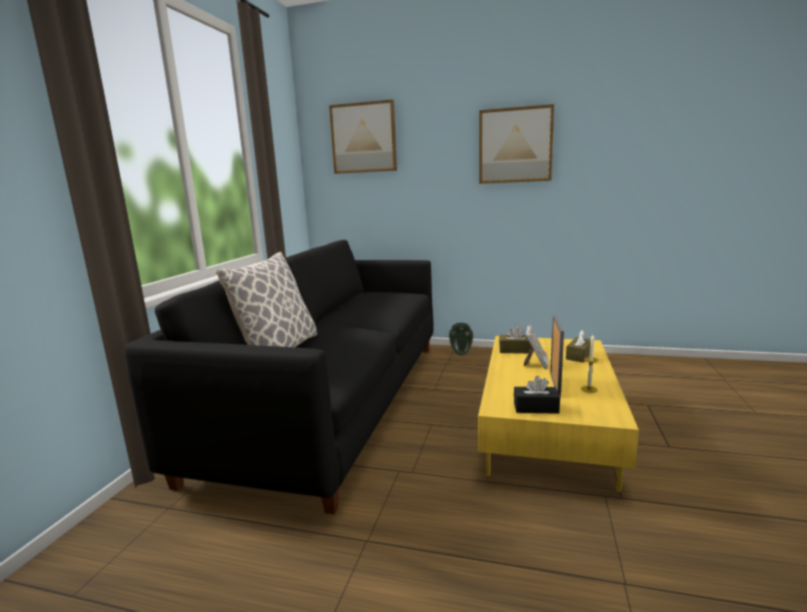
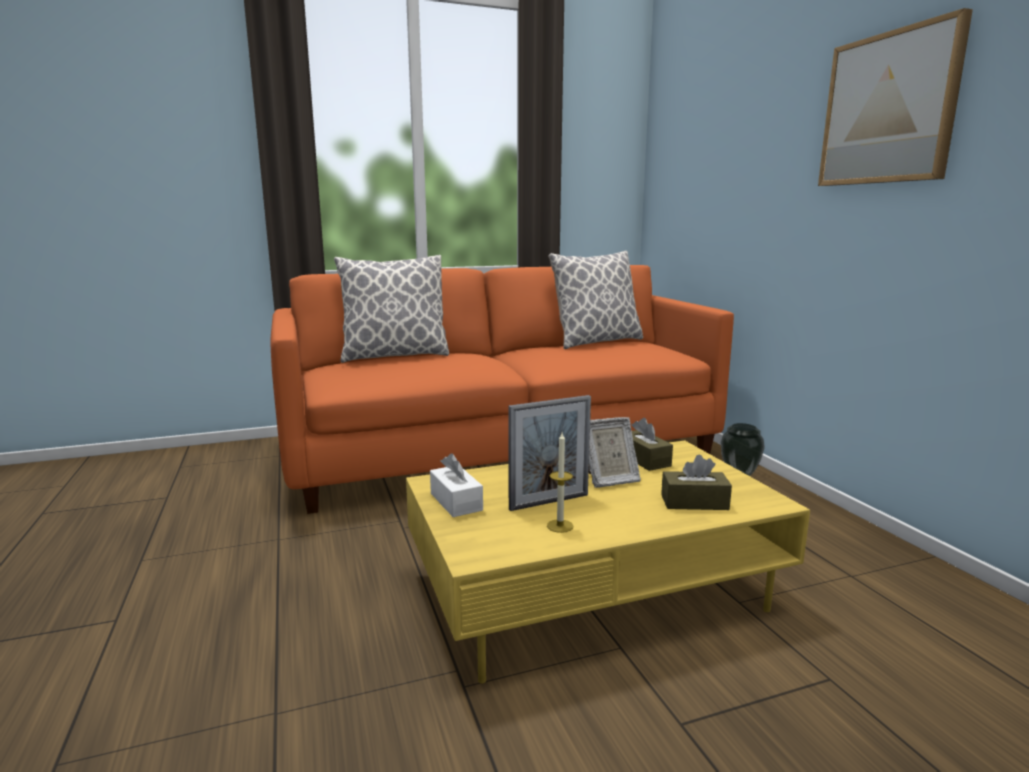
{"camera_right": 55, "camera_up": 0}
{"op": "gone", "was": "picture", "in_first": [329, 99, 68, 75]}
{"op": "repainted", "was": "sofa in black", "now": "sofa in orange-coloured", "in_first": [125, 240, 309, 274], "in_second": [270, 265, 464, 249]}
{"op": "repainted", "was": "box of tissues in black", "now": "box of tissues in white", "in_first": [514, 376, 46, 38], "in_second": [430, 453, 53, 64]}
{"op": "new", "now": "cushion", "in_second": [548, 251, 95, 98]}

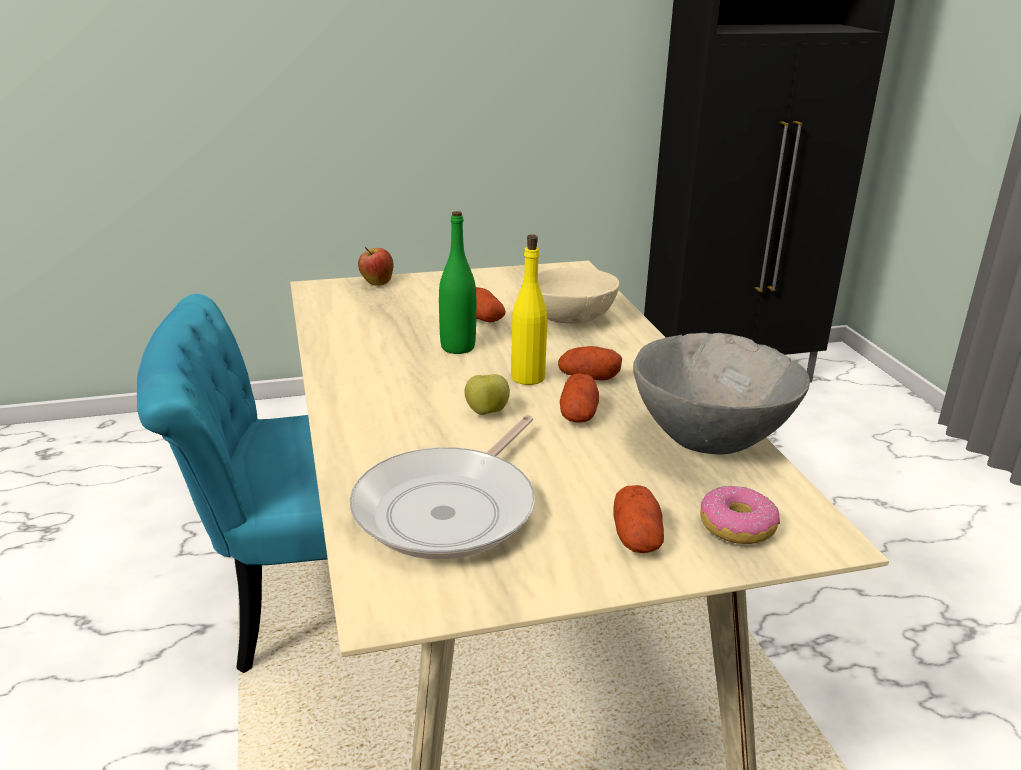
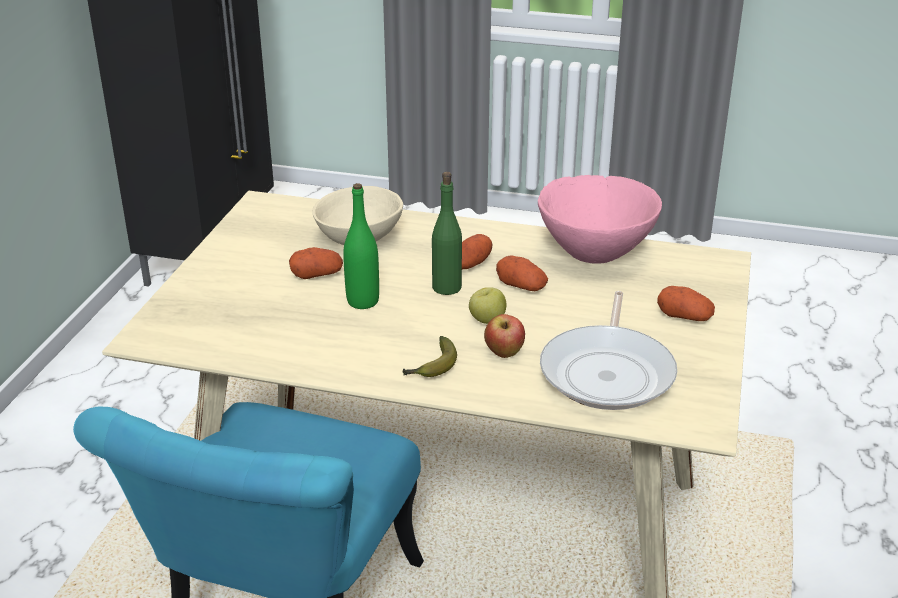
{"camera_right": -60, "camera_up": 5}
{"op": "repainted", "was": "drink bottle in yellow", "now": "drink bottle in greenish", "in_first": [511, 234, 36, 151], "in_second": [432, 172, 30, 123]}
{"op": "shifted", "was": "whole apple", "in_first": [358, 247, 36, 39], "in_second": [484, 314, 41, 44]}
{"op": "repainted", "was": "serving bowl in grey", "now": "serving bowl in pink-coloured", "in_first": [633, 333, 177, 122], "in_second": [538, 175, 124, 89]}
{"op": "rotated", "was": "pan", "in_first": [349, 415, 186, 145], "in_second": [540, 291, 137, 119], "clockwise": 45}
{"op": "gone", "was": "donut", "in_first": [700, 485, 80, 59]}
{"op": "new", "now": "whole banana", "in_second": [403, 336, 54, 41]}

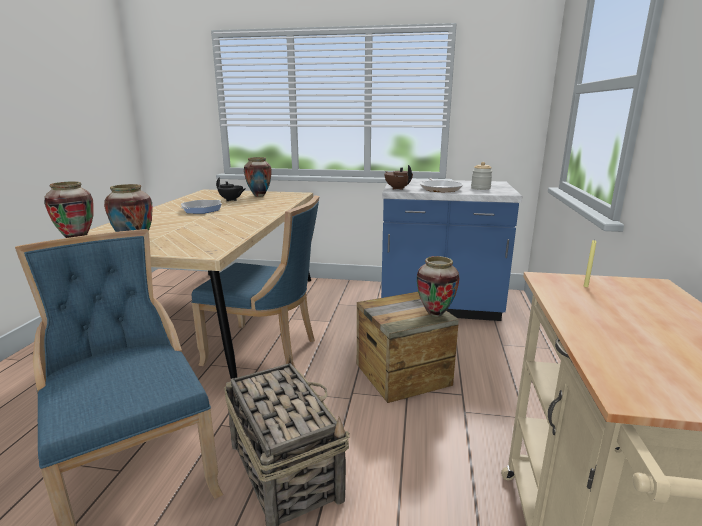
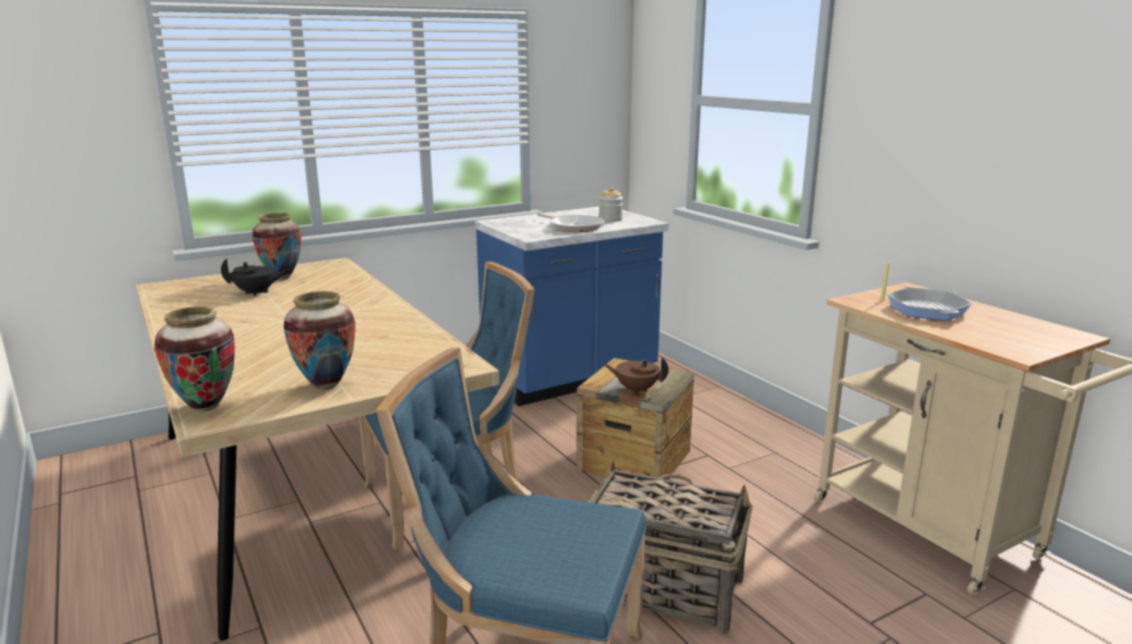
{"camera_right": -40, "camera_up": 0}
{"op": "shifted", "was": "pot for tea in brown", "in_first": [384, 165, 29, 25], "in_second": [605, 357, 64, 37]}
{"op": "shifted", "was": "pan", "in_first": [181, 200, 41, 13], "in_second": [887, 287, 85, 34]}
{"op": "gone", "was": "flower vase", "in_first": [417, 256, 42, 61]}

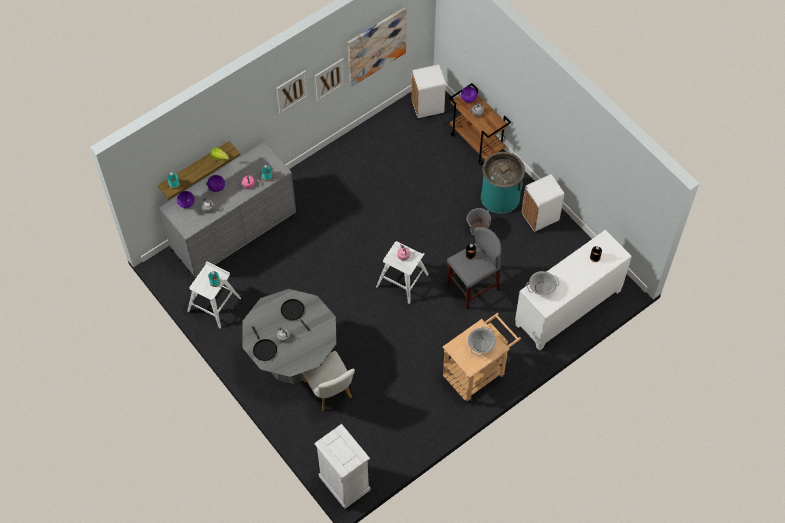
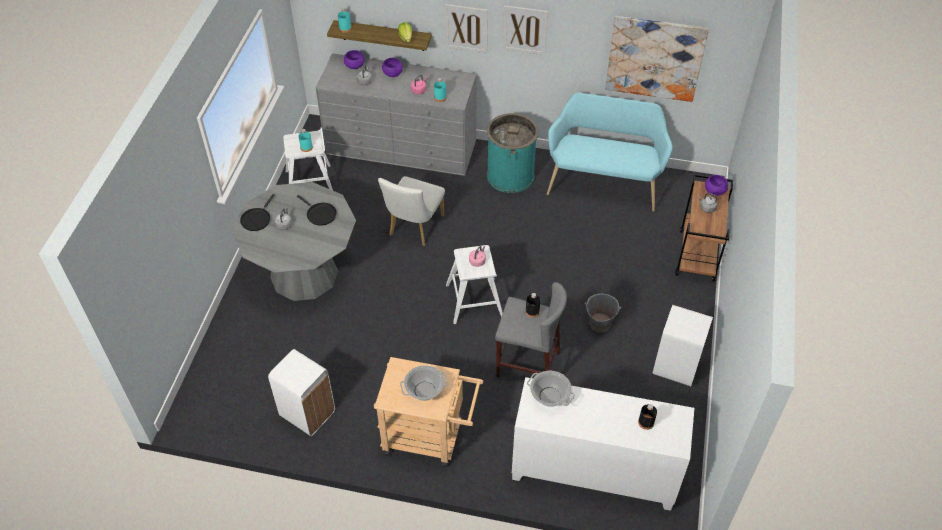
{"camera_right": 50, "camera_up": -10}
{"op": "shifted", "was": "picture", "in_first": [315, 58, 30, 43], "in_second": [445, 4, 43, 49]}
{"op": "shifted", "was": "rubbish bin in white", "in_first": [411, 64, 35, 54], "in_second": [268, 349, 67, 87]}
{"op": "shifted", "was": "rubbish bin in turquoise-coloured", "in_first": [481, 152, 44, 62], "in_second": [487, 113, 52, 80]}
{"op": "rotated", "was": "pan in black", "in_first": [281, 299, 29, 32], "in_second": [297, 195, 40, 31], "clockwise": 120}
{"op": "shifted", "was": "chair in white", "in_first": [303, 351, 52, 60], "in_second": [378, 176, 67, 70]}
{"op": "gone", "was": "chest of drawers in white", "in_first": [314, 424, 56, 85]}
{"op": "new", "now": "indoor bench in turquoise-coloured", "in_second": [547, 93, 126, 119]}

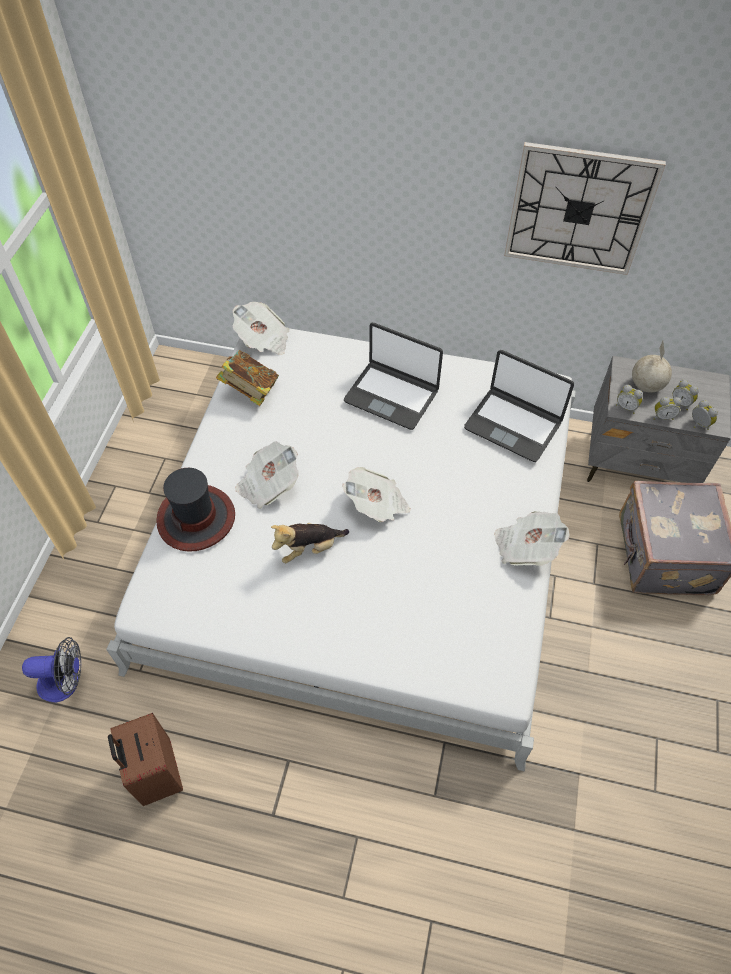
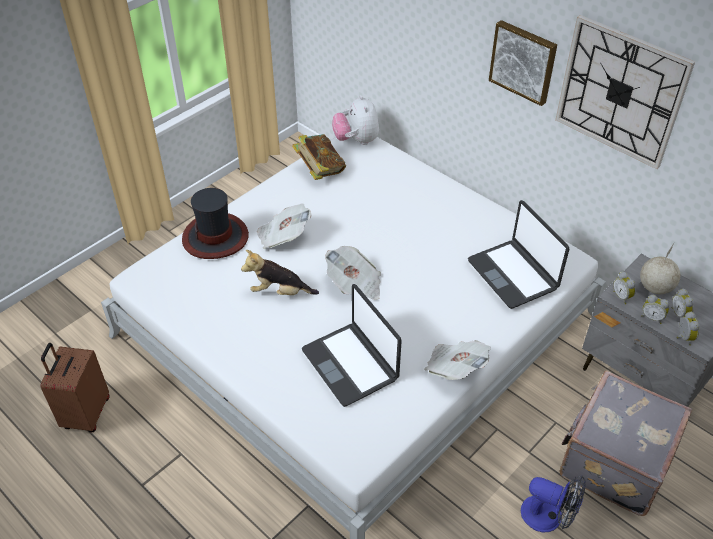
{"camera_right": 30, "camera_up": -10}
{"op": "swapped", "was": "printed paper", "now": "soft toy", "in_first": [232, 302, 57, 53], "in_second": [332, 95, 47, 50]}
{"op": "shifted", "was": "laptop", "in_first": [344, 323, 99, 107], "in_second": [302, 284, 100, 123]}
{"op": "shifted", "was": "fan", "in_first": [22, 637, 59, 66], "in_second": [521, 476, 65, 56]}
{"op": "new", "now": "picture", "in_second": [489, 20, 68, 86]}

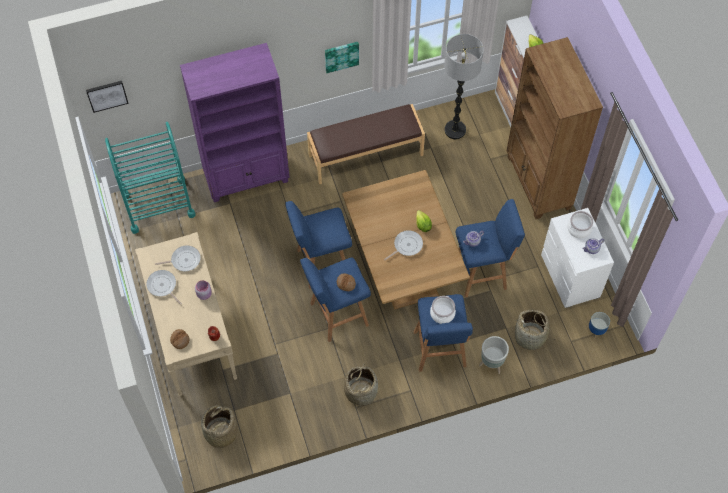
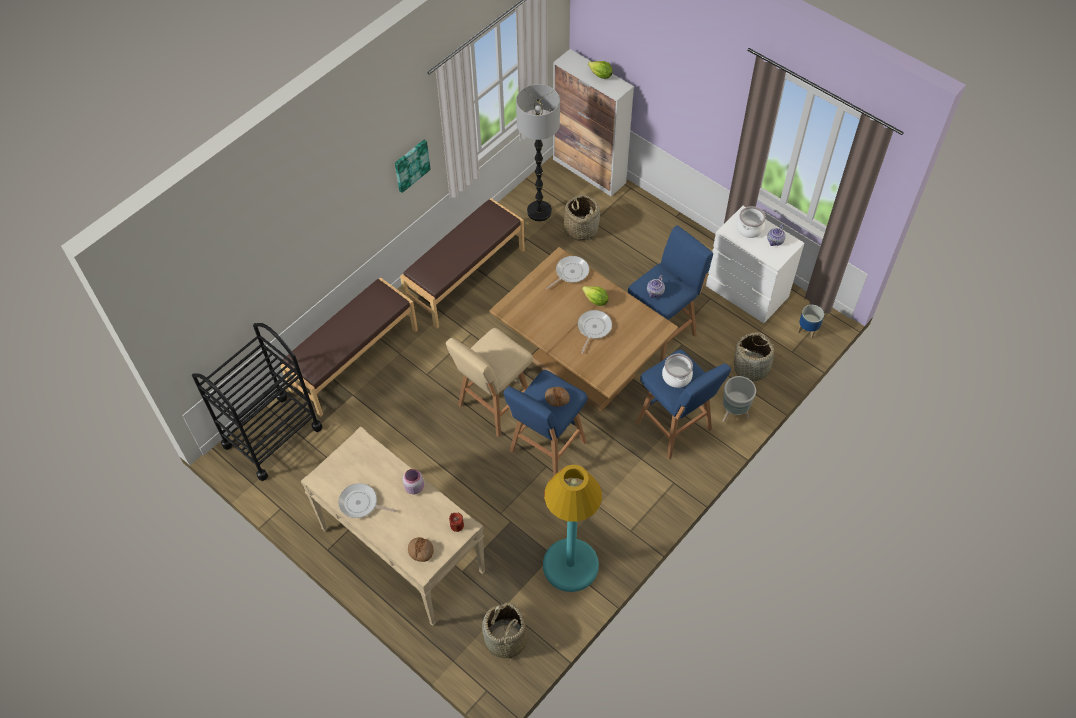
{"camera_right": -30, "camera_up": -5}
{"op": "gone", "was": "bookcase in brown", "in_first": [506, 37, 97, 182]}
{"op": "swapped", "was": "bookcase in purple", "now": "indoor bench in brown", "in_first": [180, 43, 110, 159], "in_second": [280, 277, 138, 139]}
{"op": "gone", "was": "picture", "in_first": [86, 81, 43, 32]}
{"op": "repainted", "was": "trolley in turquoise-coloured", "now": "trolley in black", "in_first": [105, 122, 90, 112], "in_second": [192, 323, 131, 158]}
{"op": "repainted", "was": "sitting stool in bluish", "now": "sitting stool in beige-coloured", "in_first": [285, 201, 67, 88], "in_second": [446, 328, 87, 109]}
{"op": "shifted", "was": "pan", "in_first": [155, 246, 46, 25], "in_second": [546, 256, 43, 33]}
{"op": "shifted", "was": "storage basket", "in_first": [344, 363, 34, 46], "in_second": [563, 194, 37, 47]}
{"op": "new", "now": "standard lamp in turquoise-coloured", "in_second": [543, 465, 59, 127]}

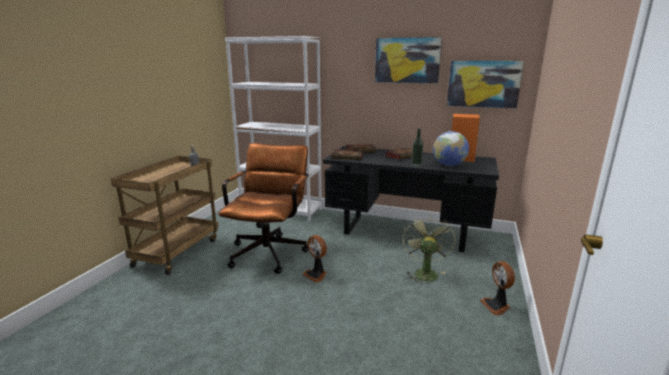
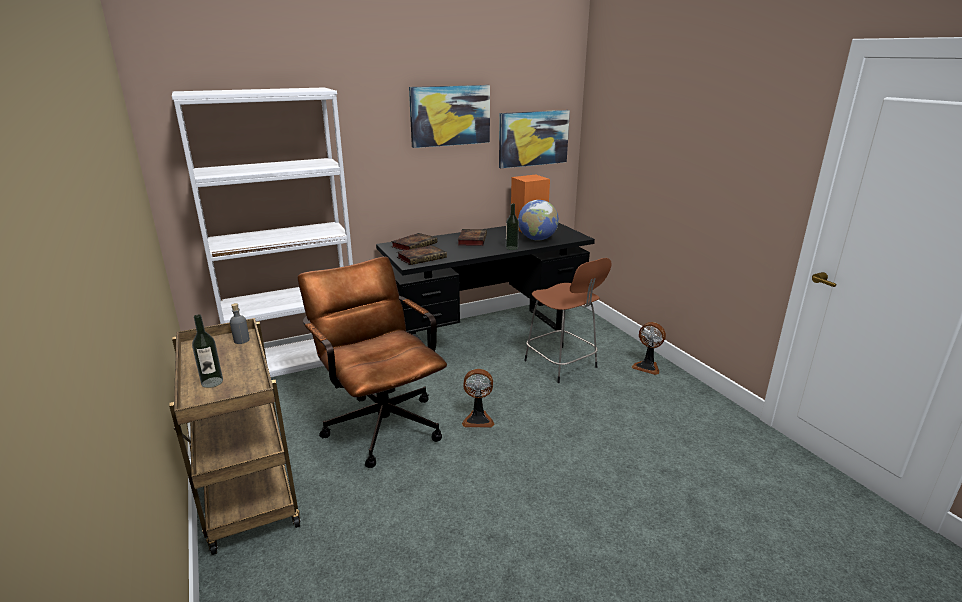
{"camera_right": -45, "camera_up": 5}
{"op": "swapped", "was": "fan in greenish", "now": "sitting stool in brown", "in_first": [402, 215, 53, 70], "in_second": [524, 258, 88, 125]}
{"op": "new", "now": "drink bottle", "in_second": [192, 314, 31, 74]}

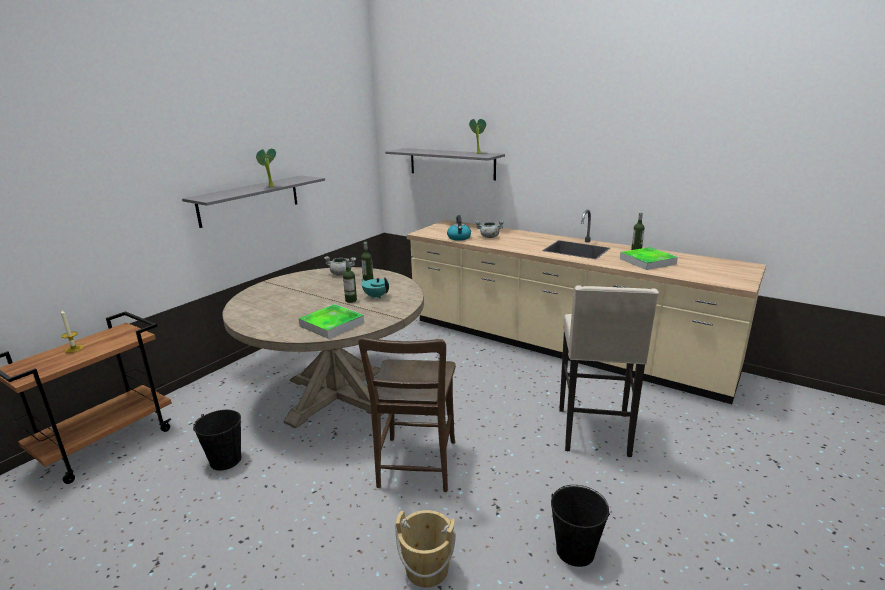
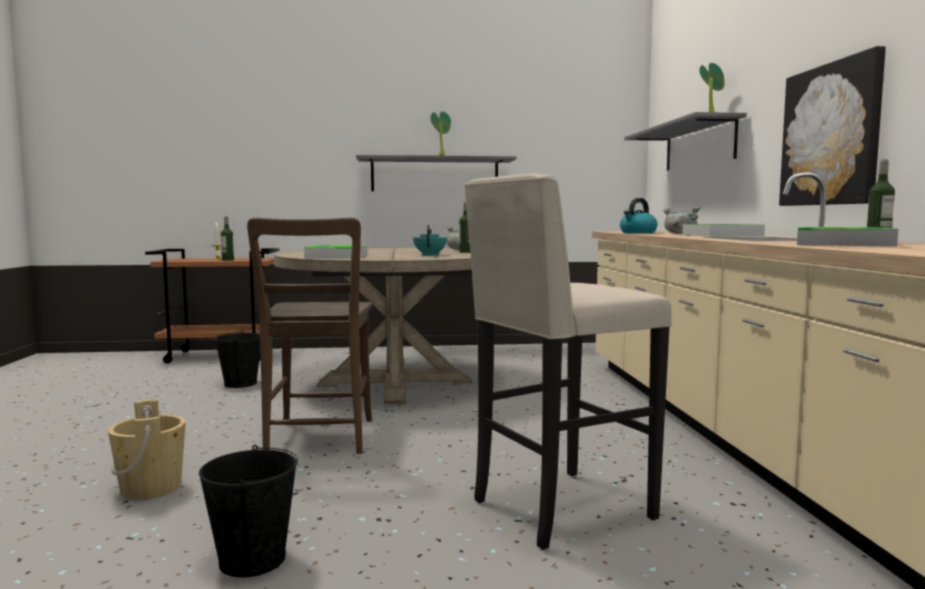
{"camera_right": 50, "camera_up": -15}
{"op": "shifted", "was": "drink bottle", "in_first": [343, 259, 14, 44], "in_second": [221, 217, 13, 44]}
{"op": "rotated", "was": "chair in brown", "in_first": [358, 337, 98, 155], "in_second": [247, 218, 125, 236], "clockwise": -60}
{"op": "new", "now": "picture", "in_second": [779, 46, 107, 160]}
{"op": "new", "now": "tray", "in_second": [682, 224, 83, 12]}

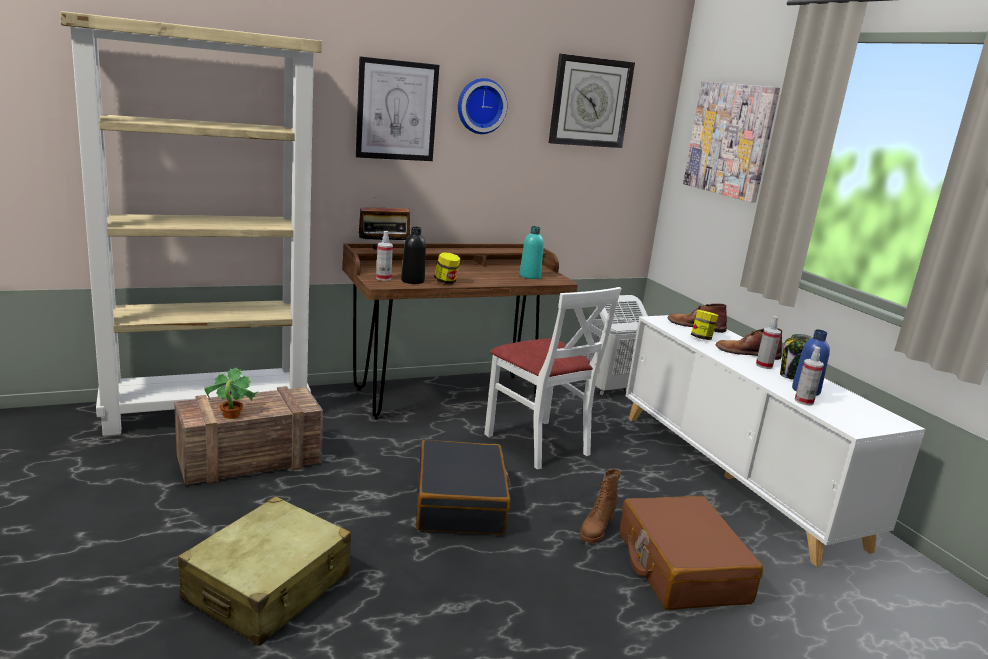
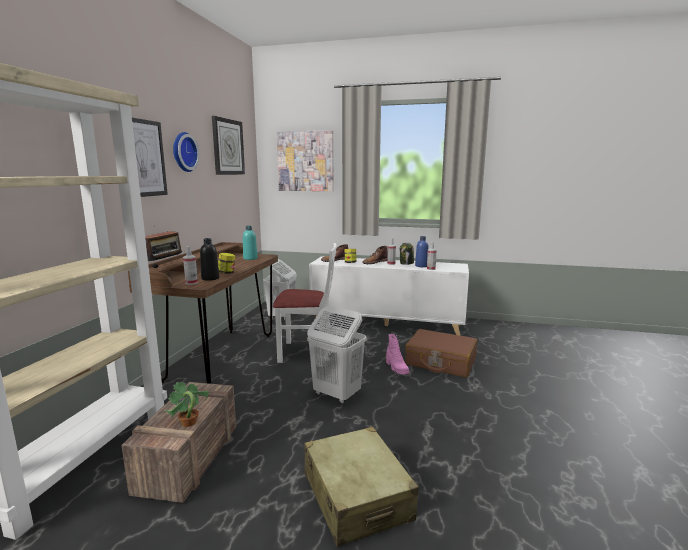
{"camera_right": -50, "camera_up": -5}
{"op": "swapped", "was": "piece of luggage in black", "now": "hamper in white", "in_first": [416, 440, 95, 95], "in_second": [307, 306, 59, 98]}
{"op": "repainted", "was": "high-top boot in brown", "now": "high-top boot in pink-coloured", "in_first": [580, 469, 40, 74], "in_second": [386, 334, 23, 40]}

